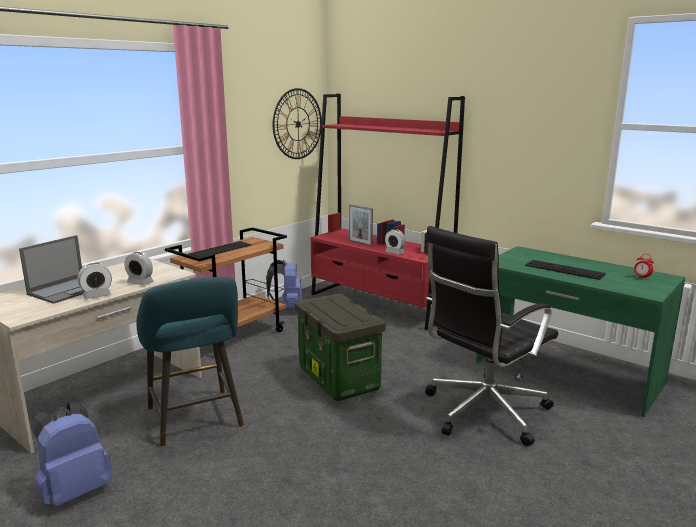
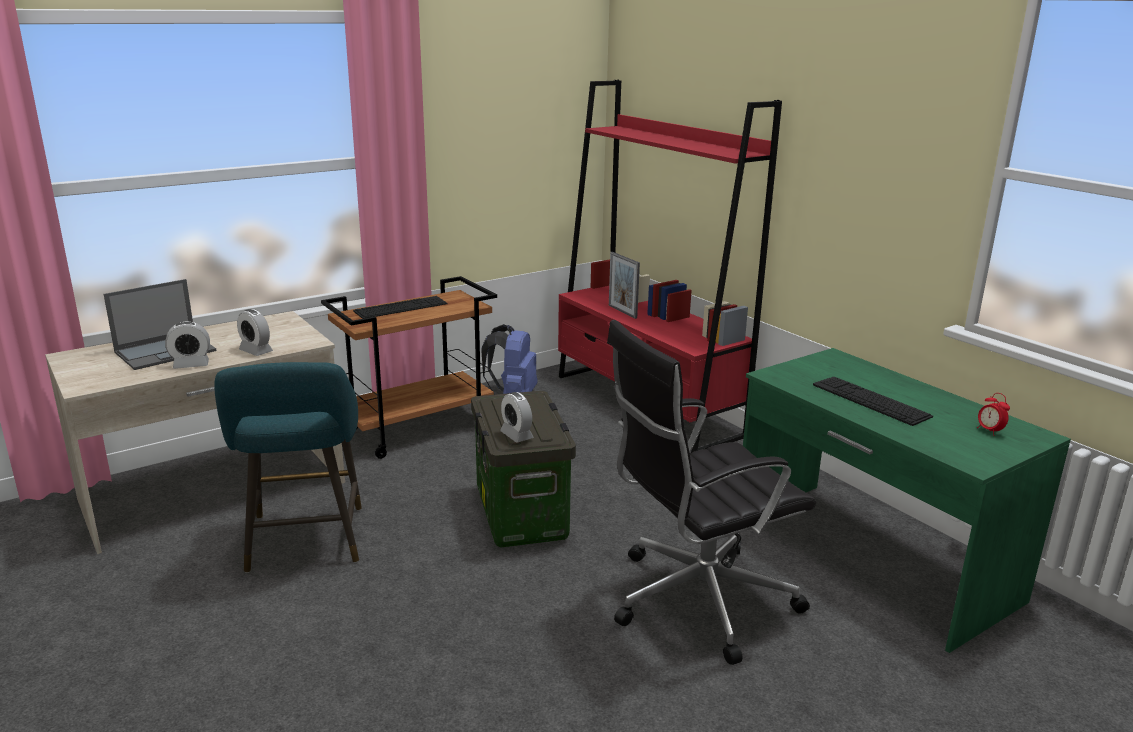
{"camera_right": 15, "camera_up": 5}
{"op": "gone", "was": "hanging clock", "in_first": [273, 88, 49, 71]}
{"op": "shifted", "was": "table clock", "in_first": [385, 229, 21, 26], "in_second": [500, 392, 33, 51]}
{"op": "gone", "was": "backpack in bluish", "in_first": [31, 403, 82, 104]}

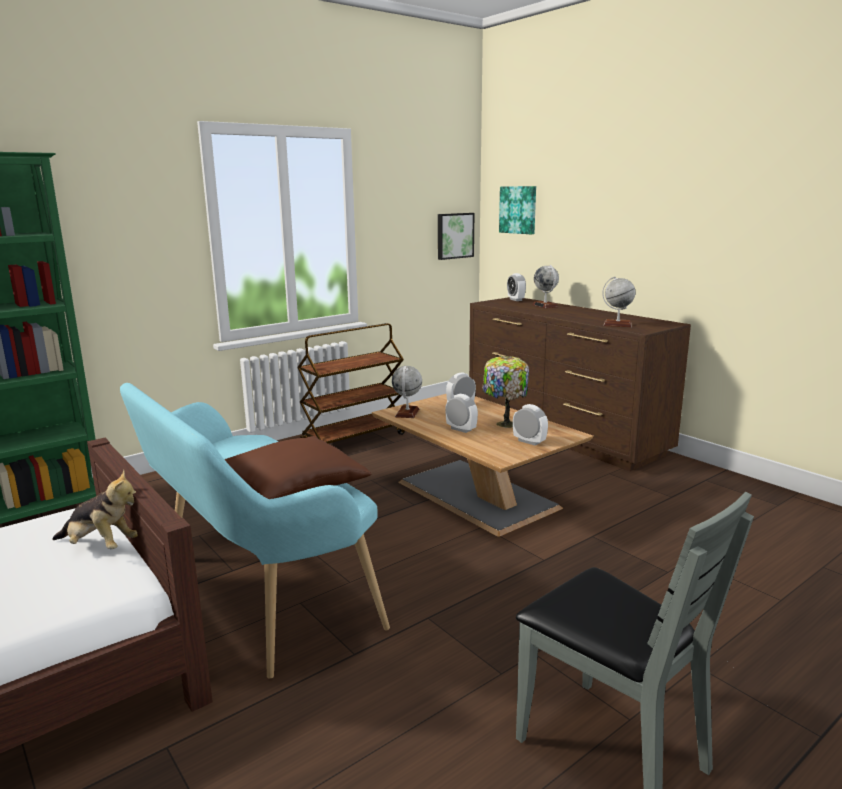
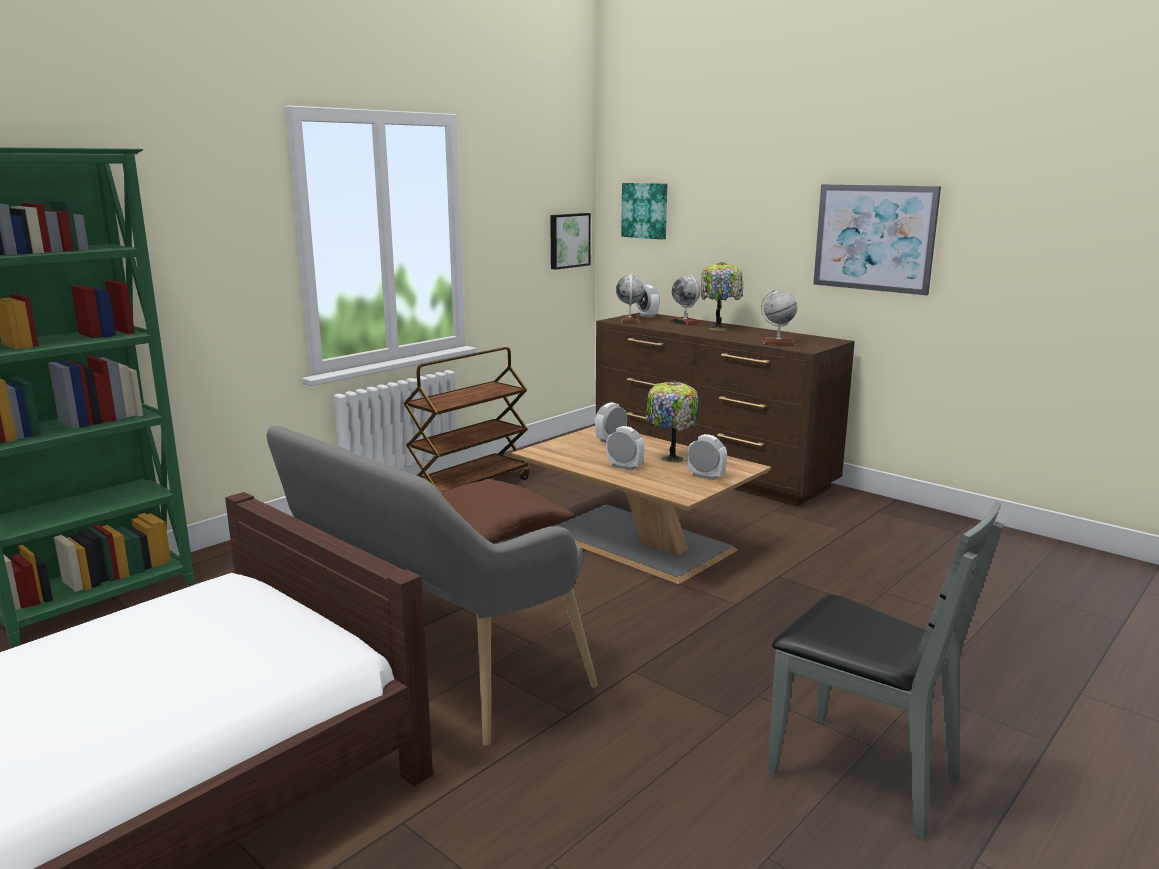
{"camera_right": -10, "camera_up": 0}
{"op": "shifted", "was": "world globe", "in_first": [392, 366, 30, 52], "in_second": [616, 274, 28, 49]}
{"op": "repainted", "was": "indoor bench in turquoise-coloured", "now": "indoor bench in grey", "in_first": [120, 383, 270, 296], "in_second": [266, 426, 332, 320]}
{"op": "gone", "was": "soft toy", "in_first": [52, 470, 86, 79]}
{"op": "new", "now": "picture", "in_second": [813, 184, 128, 112]}
{"op": "new", "now": "tabletop lamp", "in_second": [701, 262, 42, 69]}

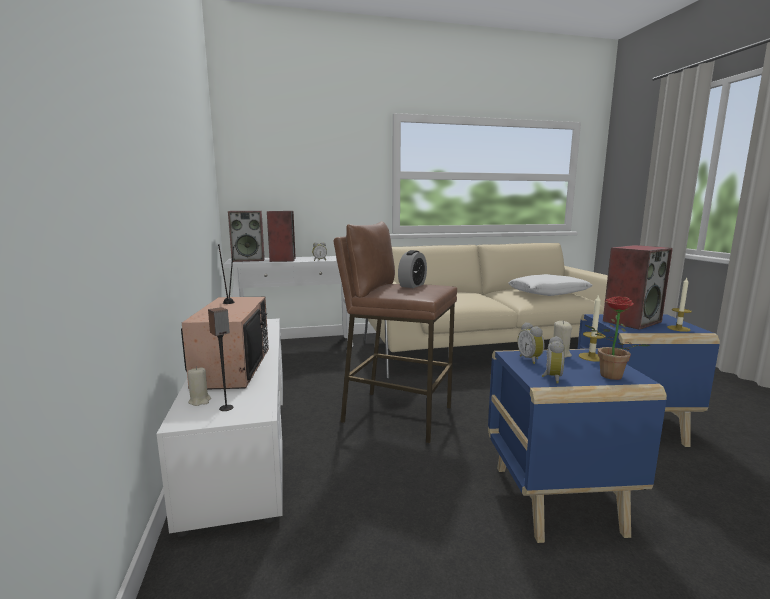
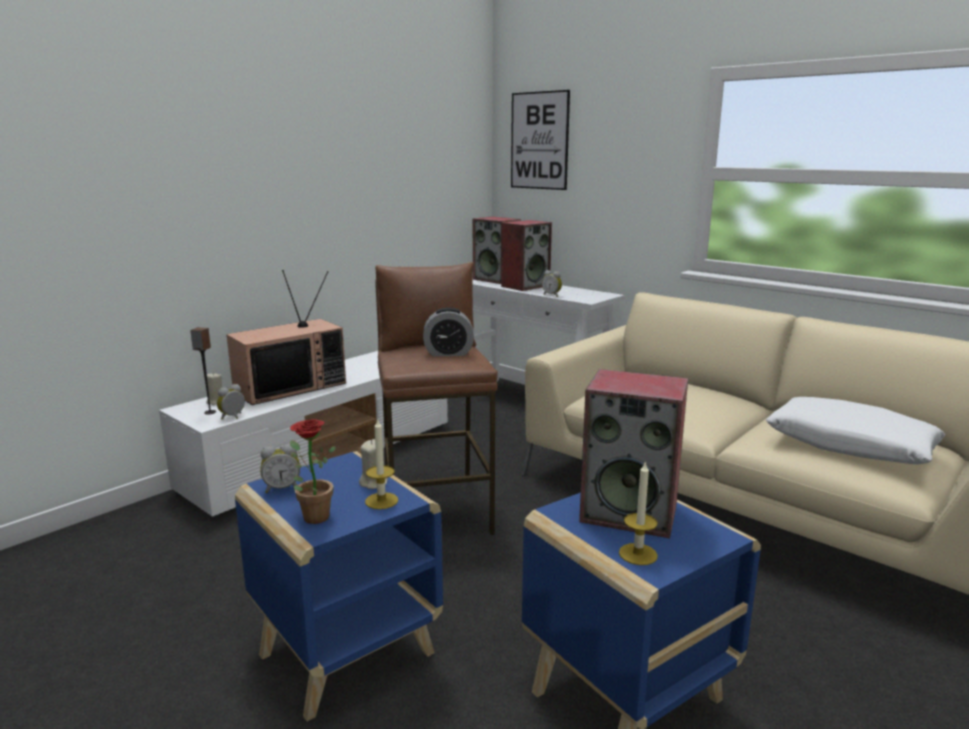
{"camera_right": 55, "camera_up": 5}
{"op": "shifted", "was": "table clock", "in_first": [518, 322, 27, 42], "in_second": [217, 384, 28, 35]}
{"op": "new", "now": "picture", "in_second": [511, 90, 59, 100]}

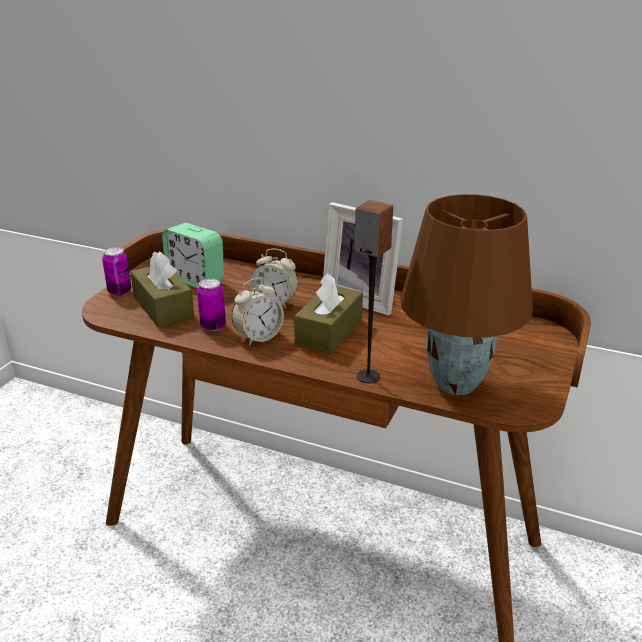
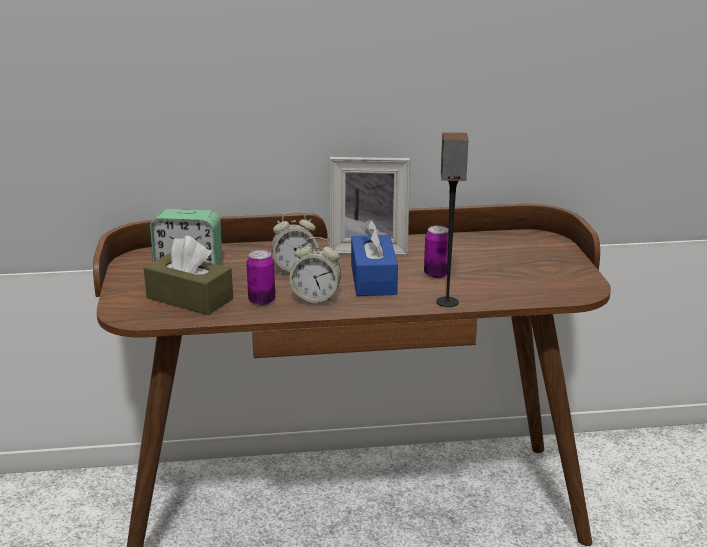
{"camera_right": -30, "camera_up": -5}
{"op": "gone", "was": "tabletop lamp in brown", "in_first": [400, 194, 133, 201]}
{"op": "shifted", "was": "can", "in_first": [102, 247, 29, 49], "in_second": [424, 226, 25, 52]}
{"op": "repainted", "was": "box of tissues in brown", "now": "box of tissues in bluish", "in_first": [294, 273, 69, 81], "in_second": [351, 219, 47, 77]}
{"op": "rotated", "was": "table clock", "in_first": [231, 278, 53, 68], "in_second": [290, 237, 51, 66], "clockwise": 75}

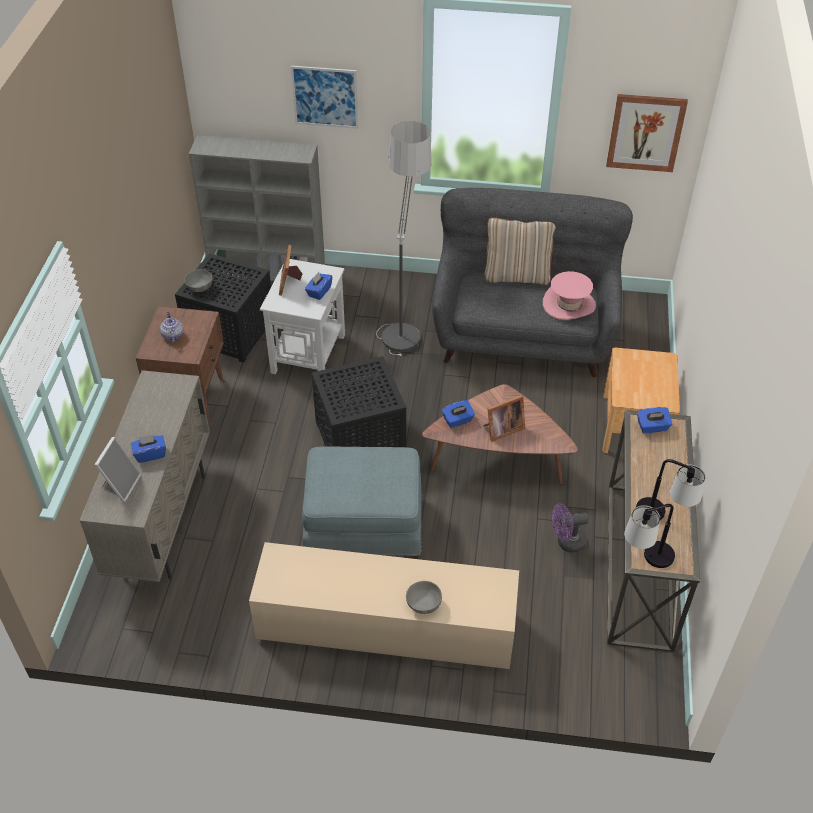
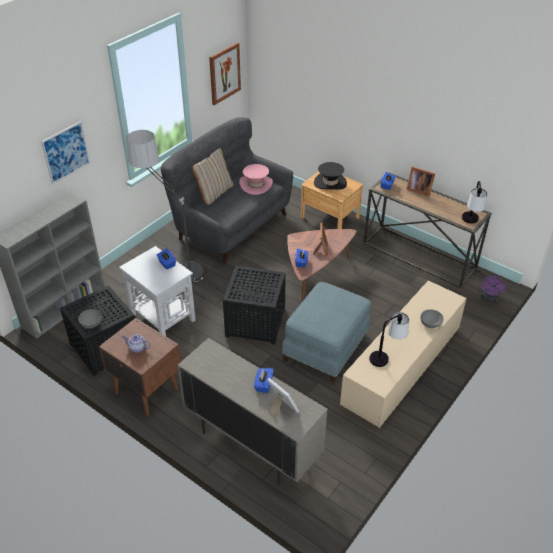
{"camera_right": -60, "camera_up": -5}
{"op": "shifted", "was": "picture frame", "in_first": [279, 245, 23, 51], "in_second": [406, 167, 29, 30]}
{"op": "shifted", "was": "tabletop lamp", "in_first": [636, 459, 69, 61], "in_second": [369, 312, 40, 55]}
{"op": "shifted", "was": "fan in purple", "in_first": [552, 504, 37, 49], "in_second": [481, 273, 25, 29]}
{"op": "new", "now": "hat in black", "in_second": [314, 162, 33, 28]}

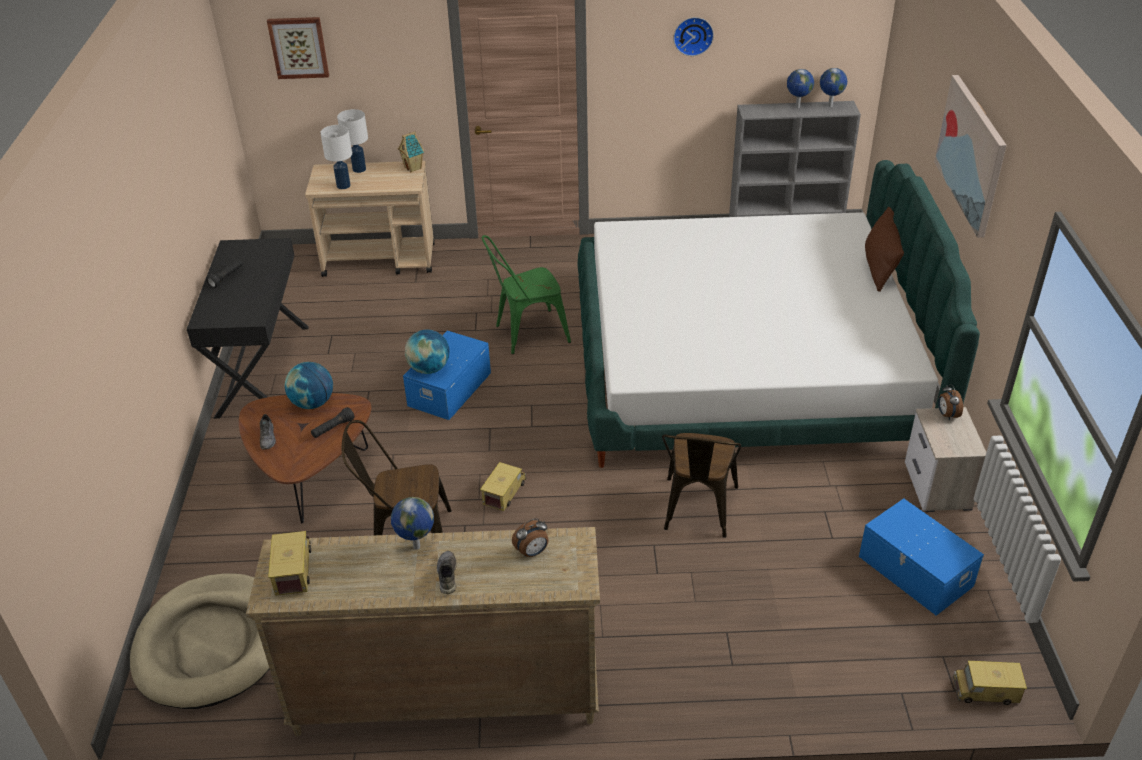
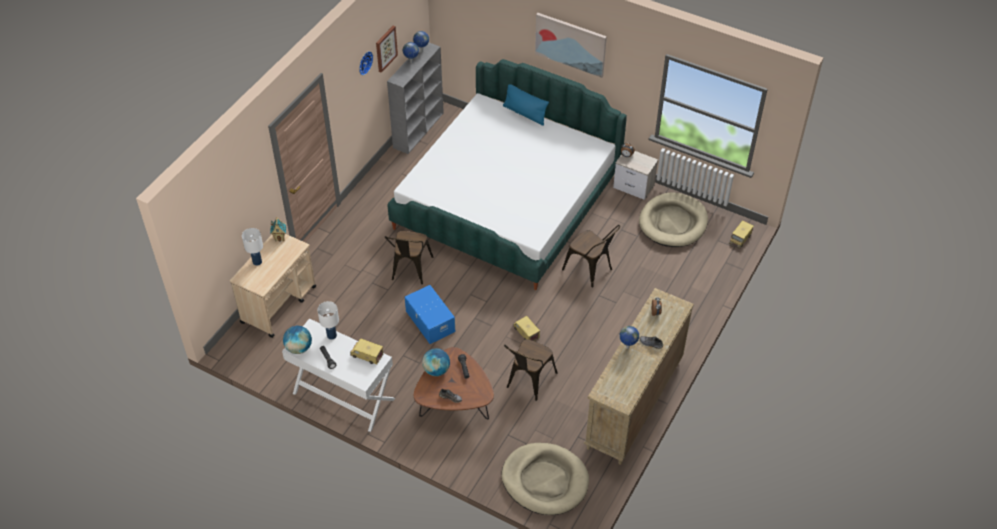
{"camera_right": -60, "camera_up": 10}
{"op": "shifted", "was": "picture", "in_first": [267, 17, 62, 62], "in_second": [376, 26, 22, 47]}
{"op": "shifted", "was": "tabletop lamp in white", "in_first": [320, 125, 32, 64], "in_second": [317, 301, 22, 39]}
{"op": "repainted", "was": "cushion in brown", "now": "cushion in bluish", "in_first": [865, 207, 39, 85], "in_second": [503, 84, 46, 42]}
{"op": "repainted", "was": "chair in greenish", "now": "chair in brown", "in_first": [482, 235, 89, 119], "in_second": [385, 231, 48, 53]}
{"op": "repainted", "was": "desk unit in black", "now": "desk unit in white", "in_first": [187, 238, 122, 181], "in_second": [282, 318, 113, 114]}
{"op": "shifted", "was": "world globe", "in_first": [405, 329, 44, 45], "in_second": [283, 326, 29, 28]}
{"op": "swapped", "was": "storage container in bluish", "now": "pet bed in beige-coloured", "in_first": [859, 499, 125, 117], "in_second": [639, 192, 69, 55]}
{"op": "shifted", "was": "toy lorry", "in_first": [268, 531, 43, 65], "in_second": [350, 338, 33, 26]}

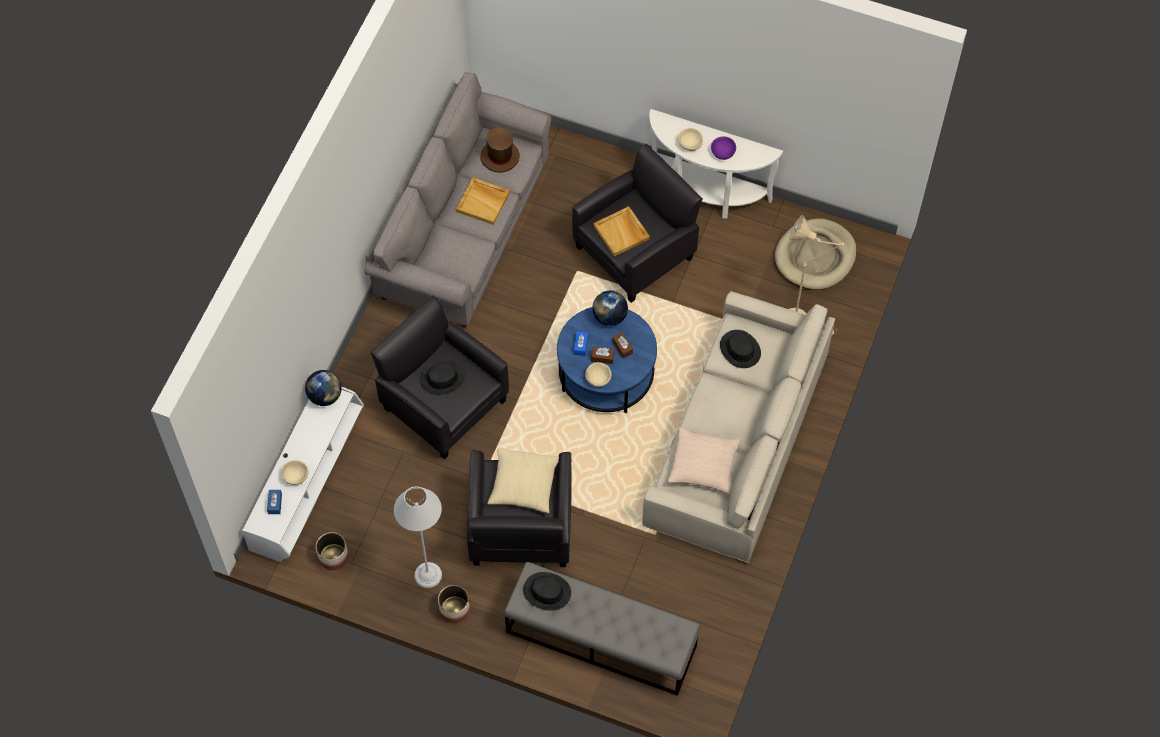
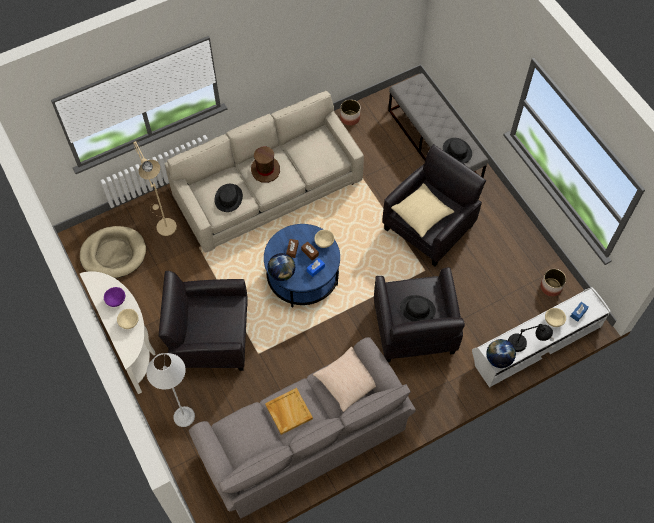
{"camera_right": -140, "camera_up": 0}
{"op": "shifted", "was": "hat in brown", "in_first": [480, 127, 40, 46], "in_second": [251, 147, 29, 36]}
{"op": "gone", "was": "tray in beige-coloured", "in_first": [594, 206, 56, 51]}
{"op": "shifted", "was": "cushion in beige-coloured", "in_first": [667, 427, 73, 67], "in_second": [313, 347, 63, 65]}
{"op": "shifted", "was": "standard lamp in grey", "in_first": [394, 486, 48, 102], "in_second": [146, 353, 49, 74]}
{"op": "shifted", "was": "plant pot", "in_first": [438, 585, 32, 38], "in_second": [340, 100, 20, 26]}
{"op": "new", "now": "tabletop lamp in black", "in_second": [508, 324, 45, 28]}

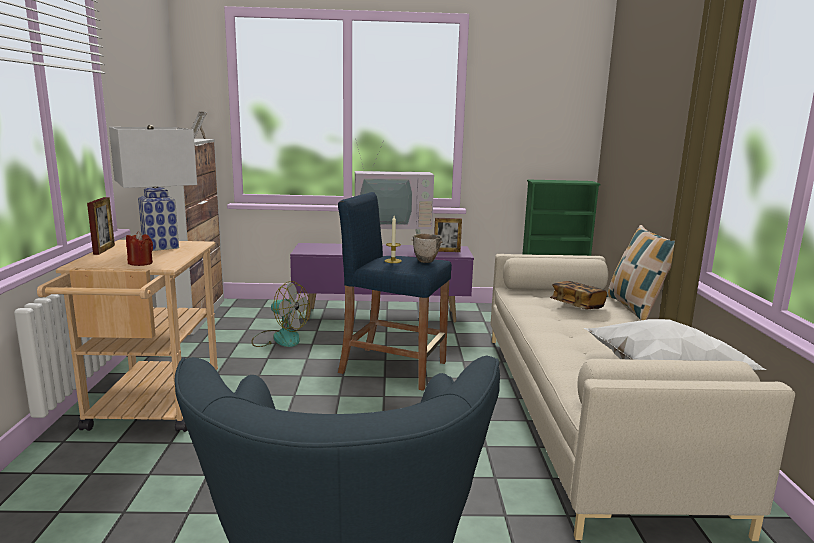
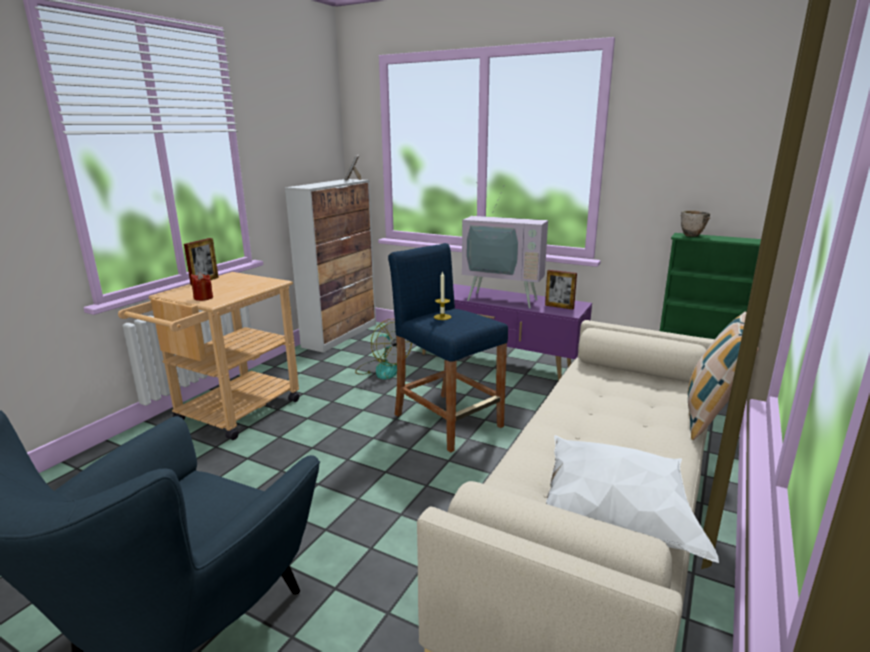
{"camera_right": 30, "camera_up": 5}
{"op": "gone", "was": "tabletop lamp in white", "in_first": [109, 125, 88, 126]}
{"op": "shifted", "was": "serving bowl", "in_first": [412, 234, 31, 29], "in_second": [680, 211, 30, 26]}
{"op": "gone", "was": "bound book", "in_first": [550, 281, 57, 28]}

